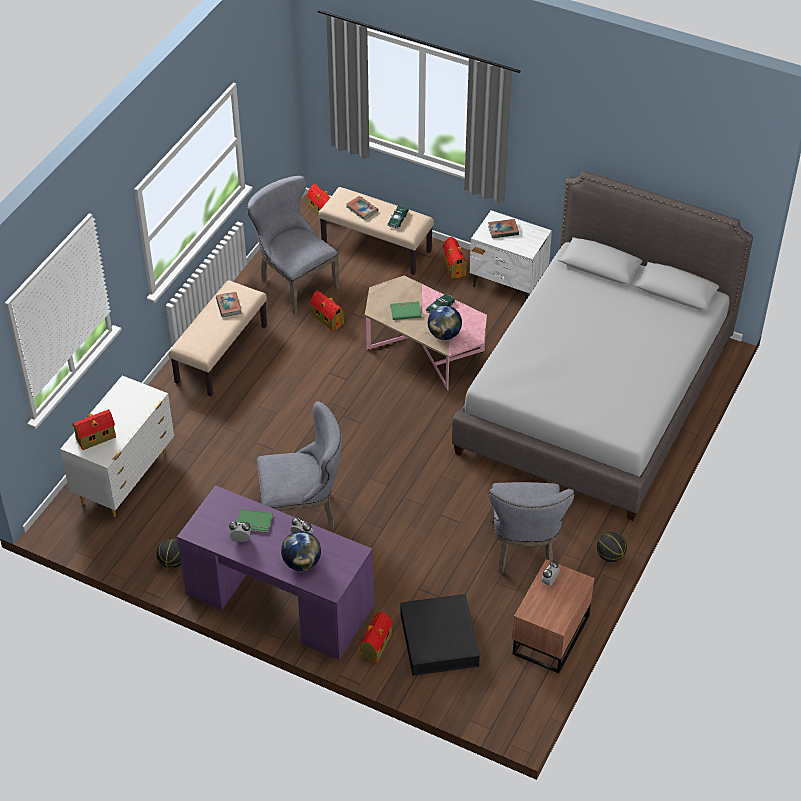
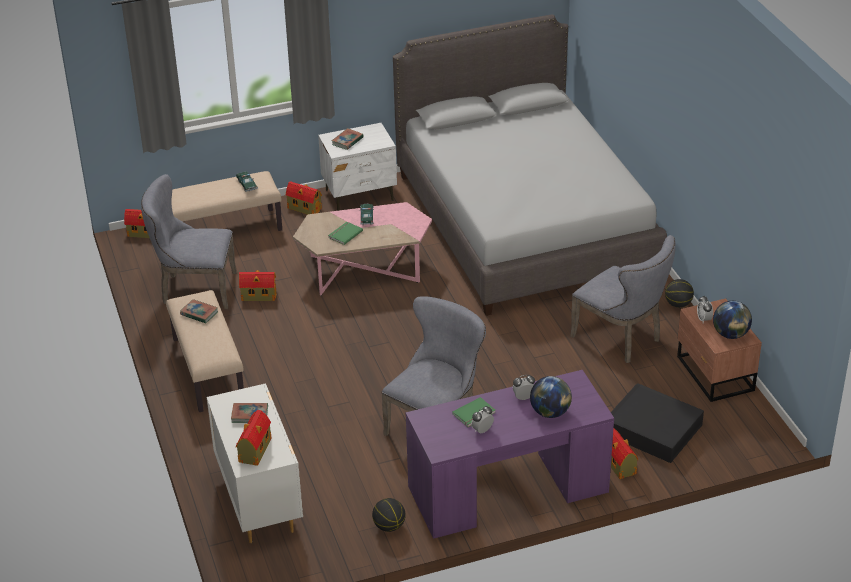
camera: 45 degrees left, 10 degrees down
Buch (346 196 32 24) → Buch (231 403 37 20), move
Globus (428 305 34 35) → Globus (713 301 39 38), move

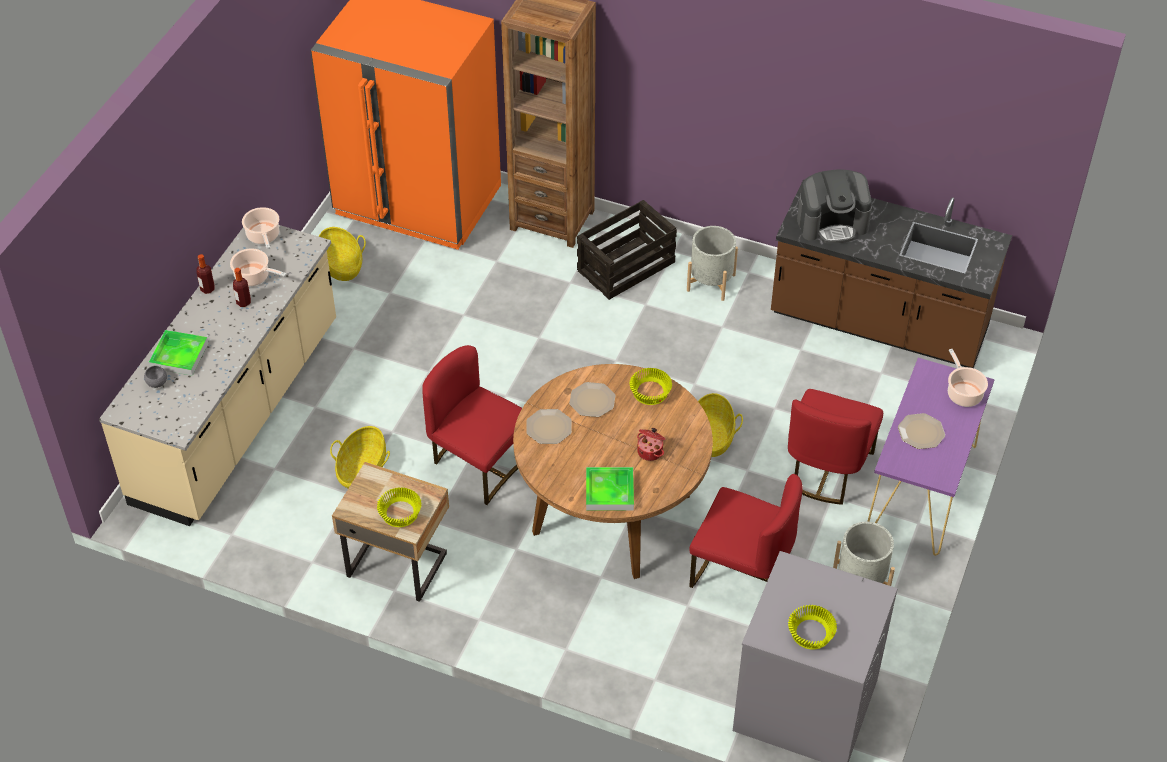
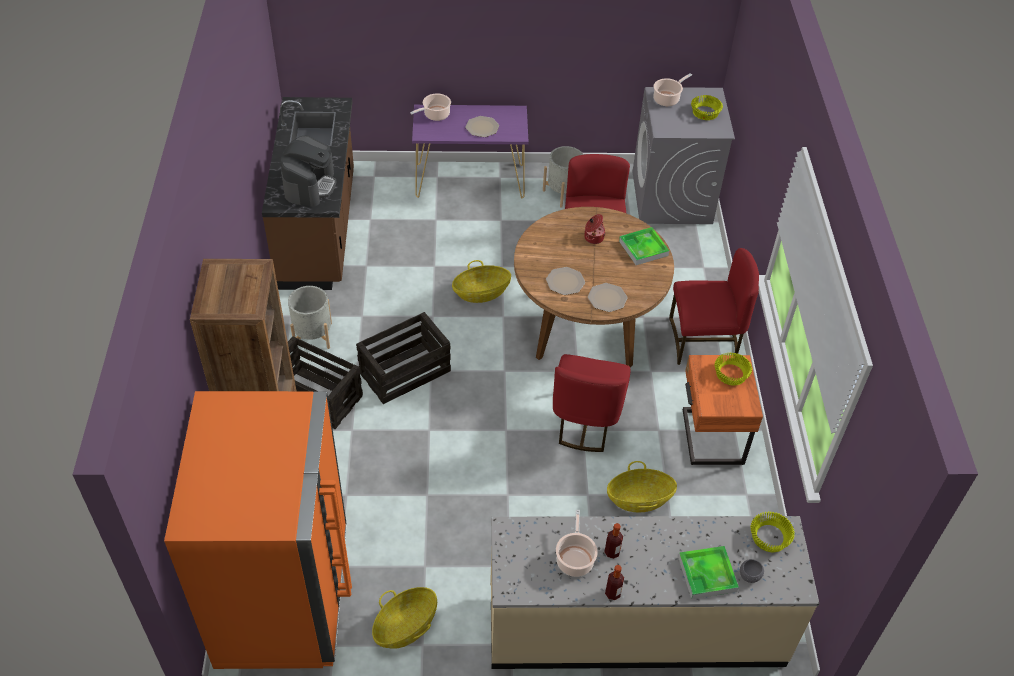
camera: 115 degrees left, 0 degrees up
Kaffeemaschine (797 170 75 74) → Kaffeemaschine (280 136 56 71), 45 degrees clockwise
Kochtopf (242 207 38 42) → Kochtopf (653 73 39 33), move
Schüssel [gelb] (629 368 43 37) → Schüssel [gelb] (750 512 45 40), move
Stuhl [rot] (788 389 95 116) → Stuhl [rot] (669 248 90 117), move
Nachttisch [beige] (332 462 117 140) → Nachttisch [orange] (683 355 80 110)
- → Kiste (356 312 95 92)

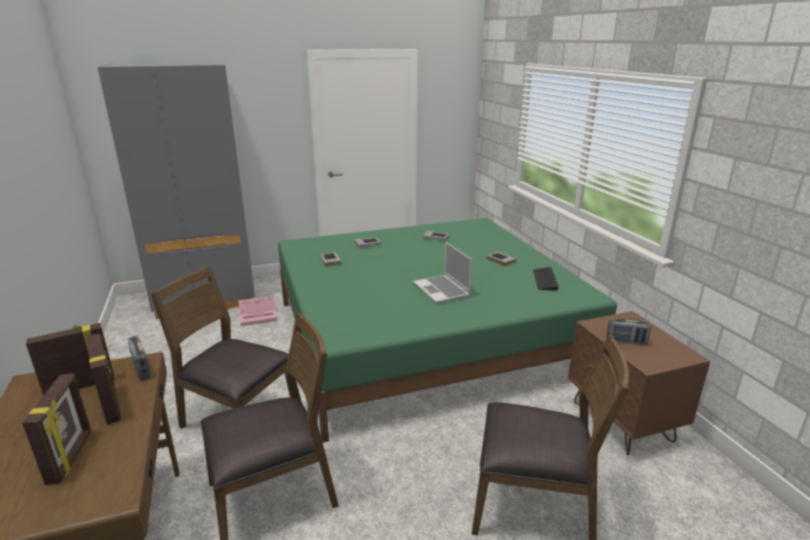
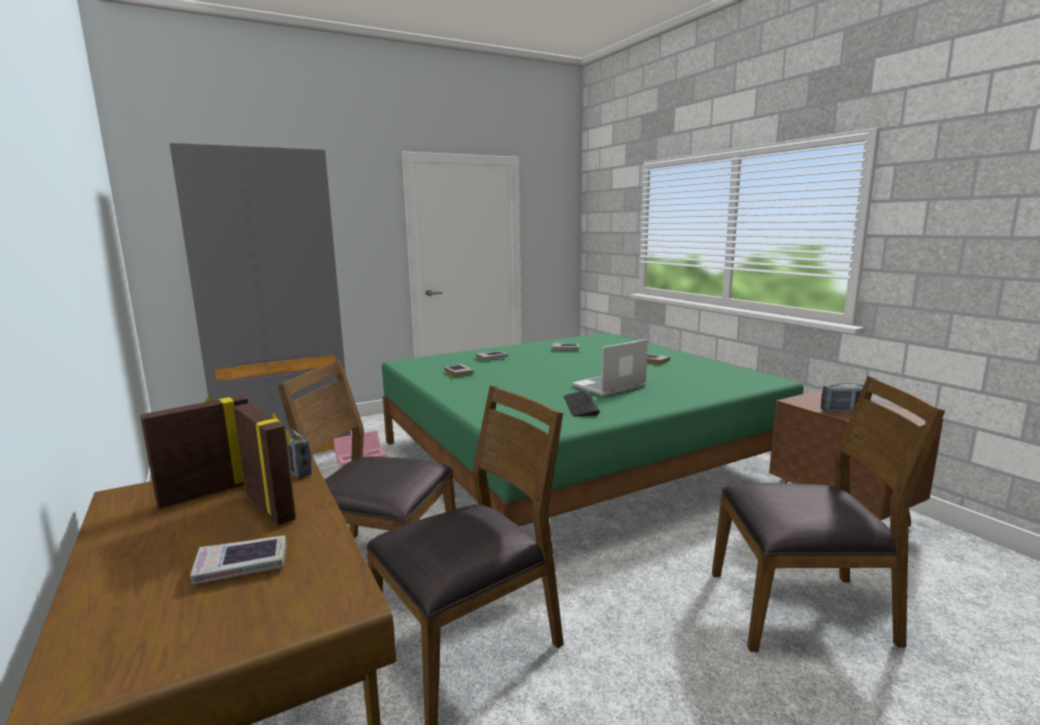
camera: 10 degrees left, 10 degrees down
Laptop (413 242 59 62) → Laptop (572 339 76 57), 90 degrees clockwise
Tastatur (533 267 26 24) → Tastatur (563 390 37 27), move
Bilderrahmen (22 374 69 111) → Buch (190 535 96 50)

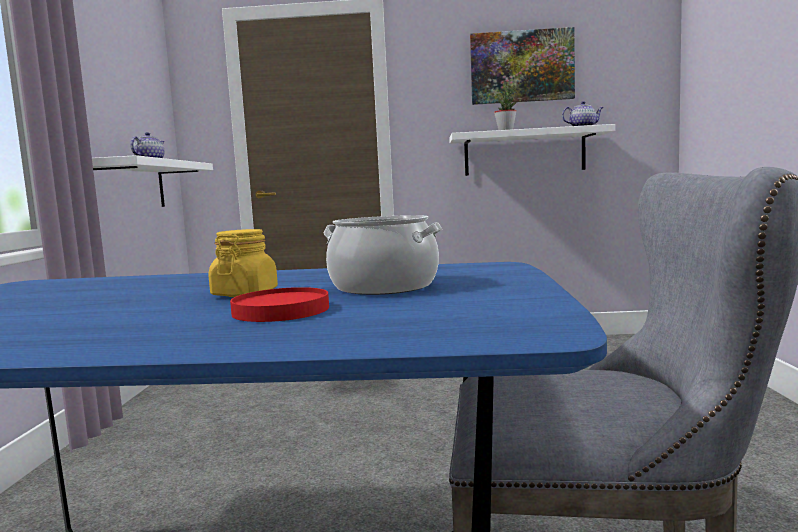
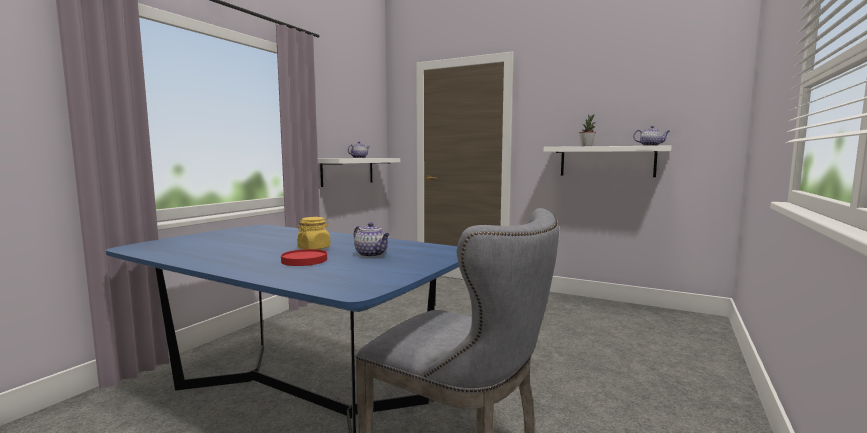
camera: 25 degrees right, 0 degrees up
Bild (470 27 105 78) → -
Kochtopf (324 215 118 80) → Teekanne (354 222 36 35)

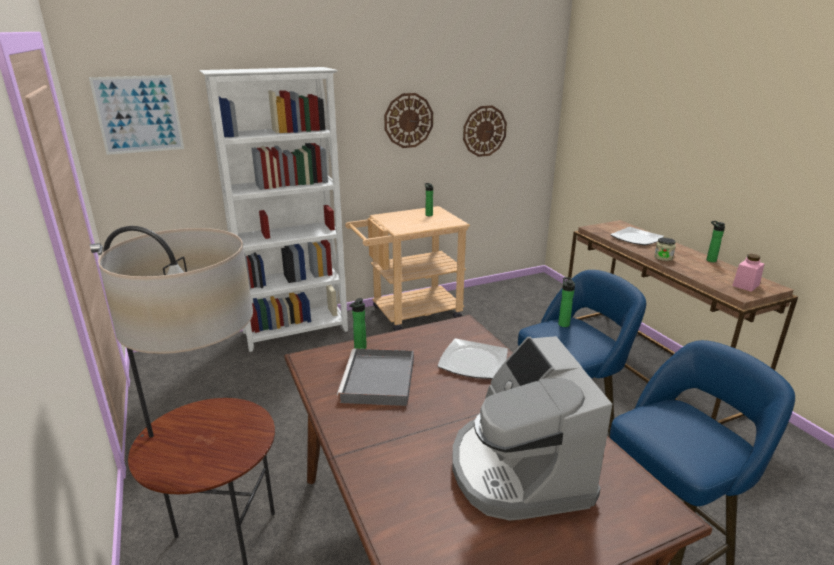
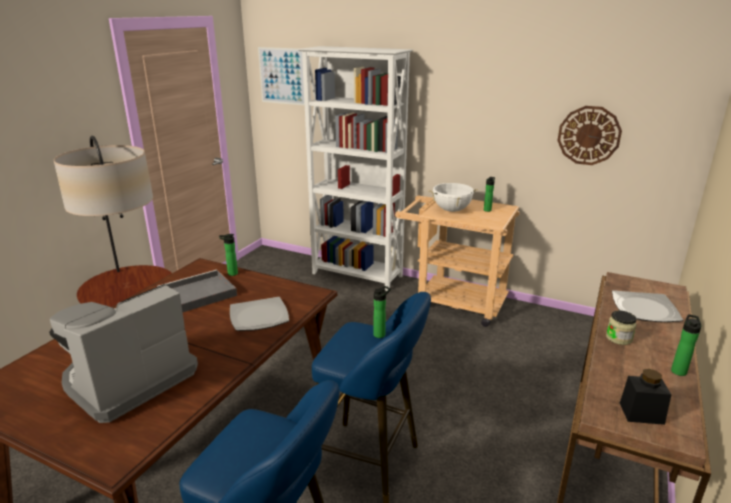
camera: 50 degrees right, 0 degrees up
Wanduhr (384 93 49 55) → -
Vorratsglas [rosa] (732 254 32 38) → Vorratsglas [schwarz] (620 369 51 56)
- → Kochtopf [weiß] (428 182 50 30)

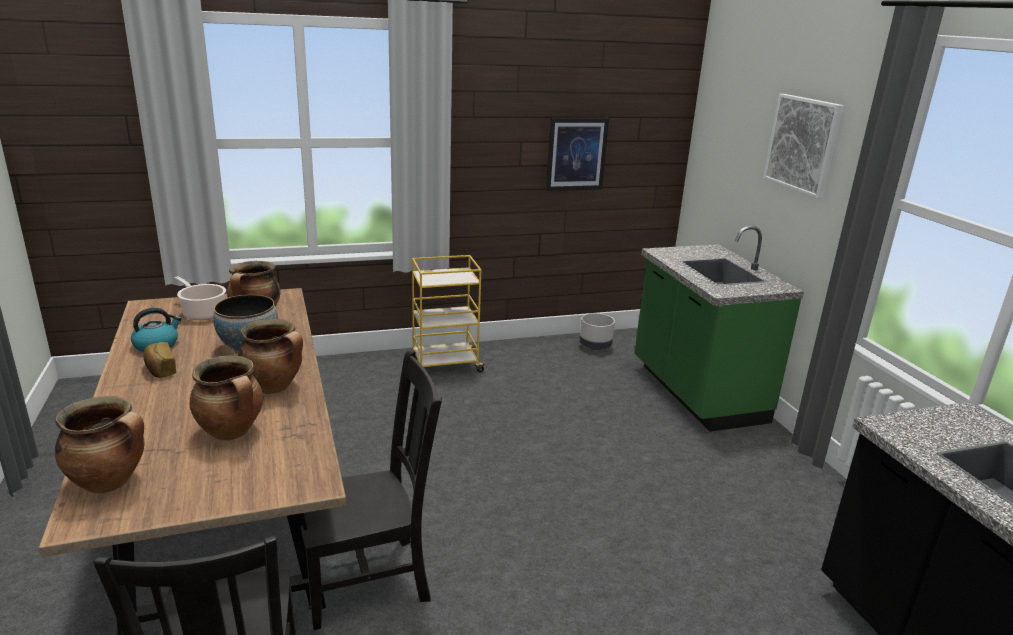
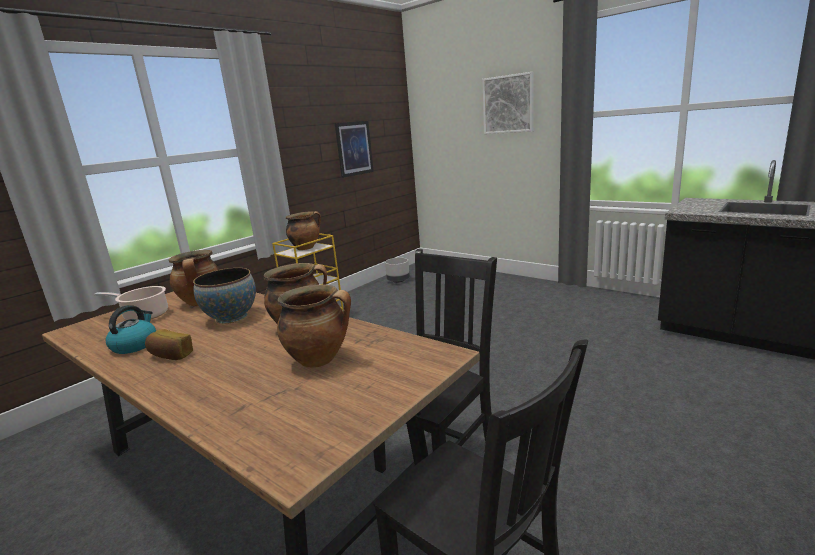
camera: 30 degrees left, 5 degrees down
Küchenzeile [grün] (635 226 169 206) → -
Kochtopf (55 396 89 97) → Kochtopf (286 211 35 39), move

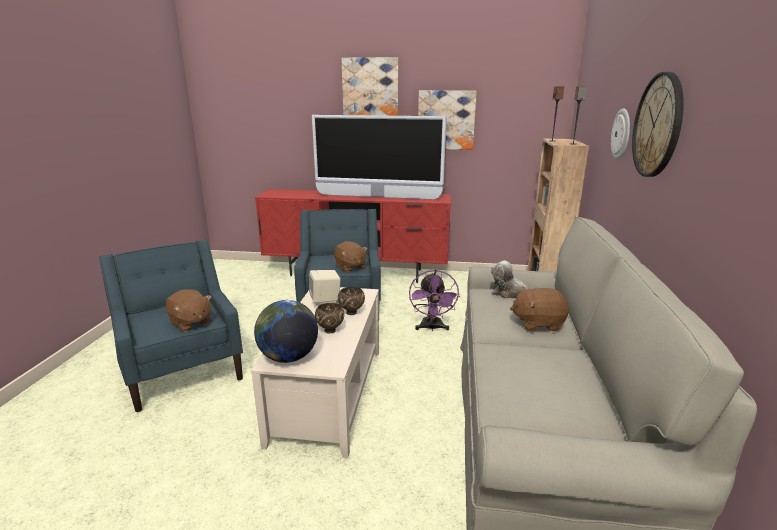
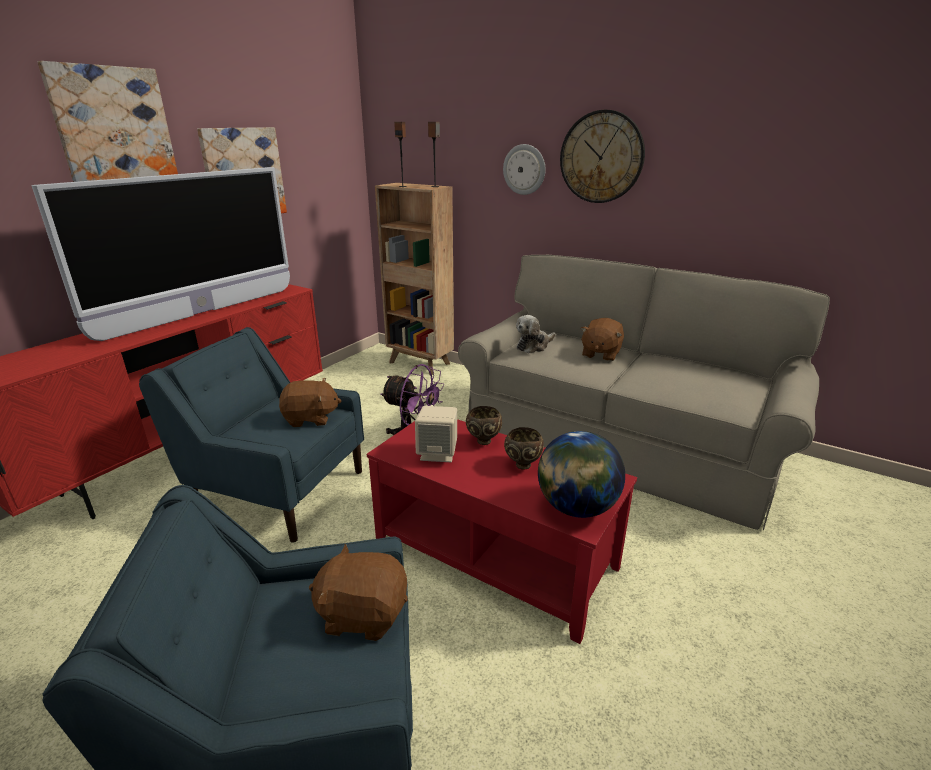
camera: 65 degrees left, 5 degrees up
Couchtisch [beige] (250 287 129 171) → Couchtisch [rot] (367 419 270 225)
Plüschtier [braun] (166 289 46 43) → Plüschtier [braun] (309 544 99 97), 150 degrees counterclockwise

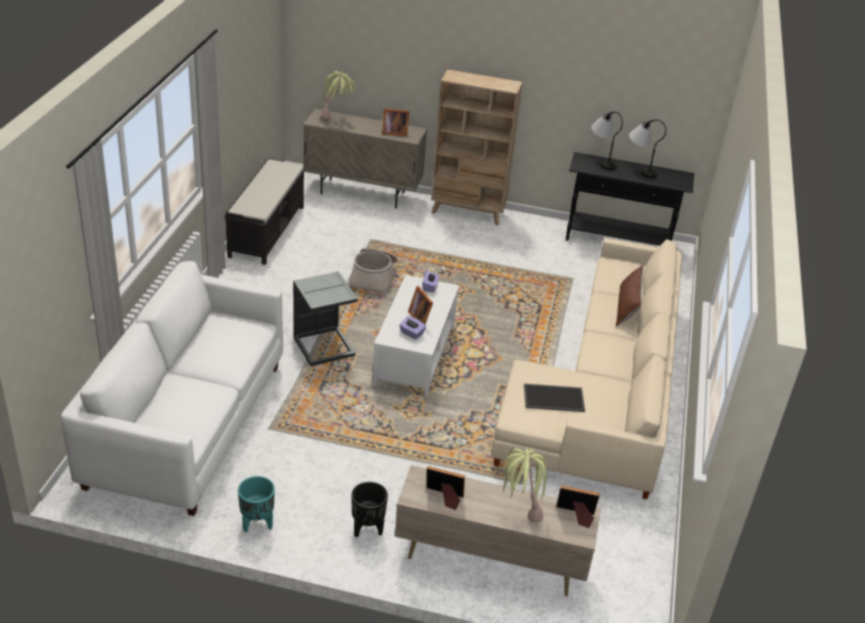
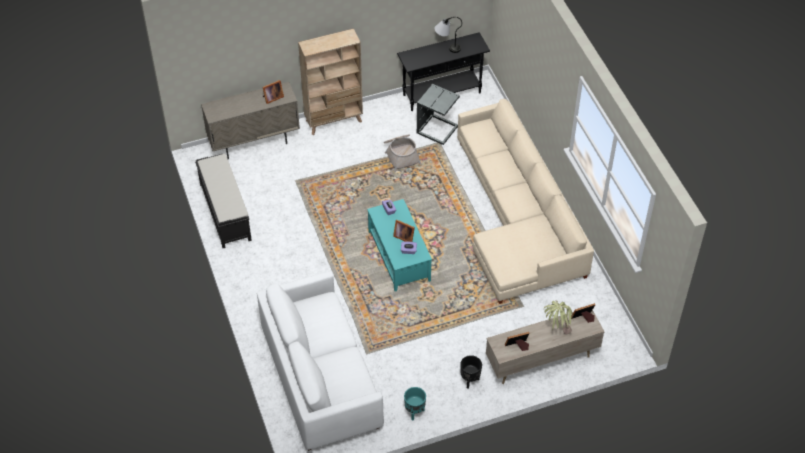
camera: 30 degrees left, 15 degrees up
Topfpflanze (321 71 35 49) → -
Tischlampe (591 112 32 58) → -
Korb (349 248 49 49) → Korb (384 134 37 38), move
Kissen [braun] (616 265 28 62) → -
Beistelltisch [grau] (293 271 65 95) → Beistelltisch [grau] (417 84 43 61), move
Couchtisch [weiß] (372 275 87 122) → Couchtisch [türkis] (367 199 65 92)
Tablett (524 384 61 28) → -

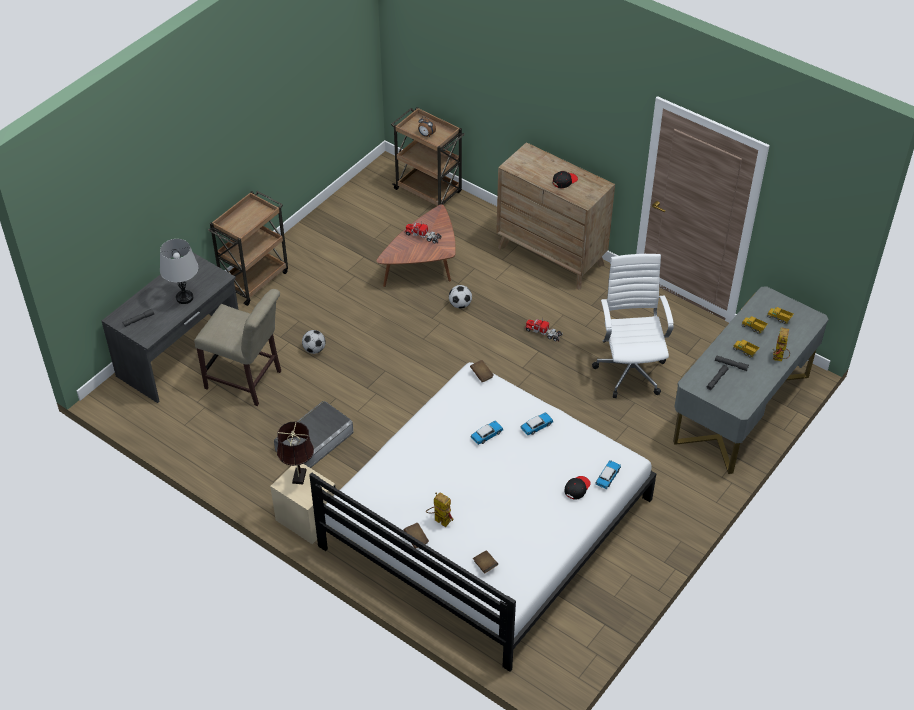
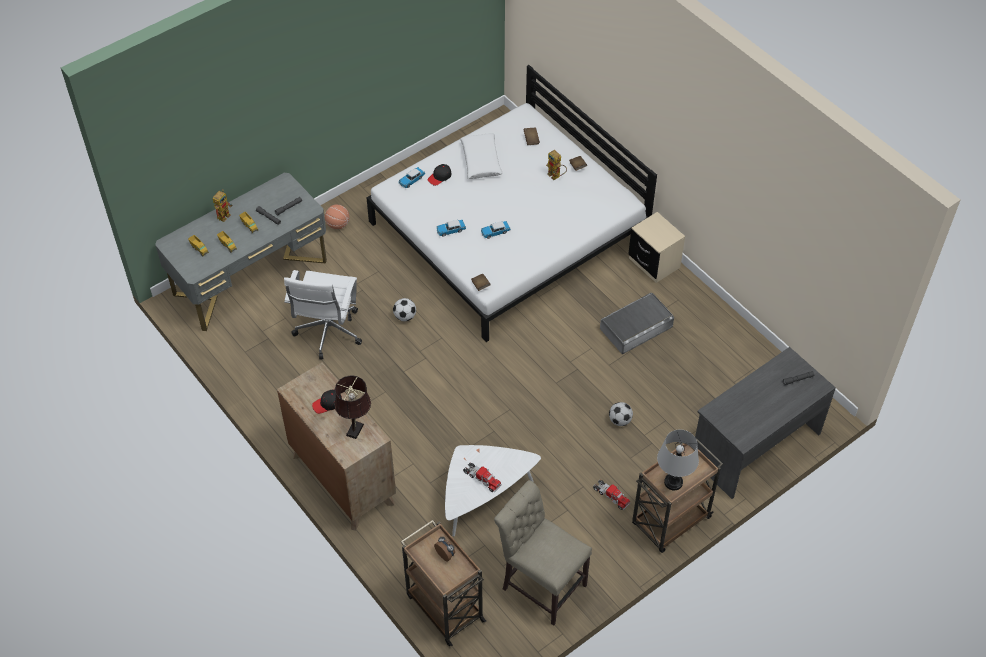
camera: 165 degrees left, 5 degrees up
Couchtisch [braun] (376 204 80 83) → Couchtisch [weiß] (445 445 96 91)
Tischlampe [grau] (160 239 38 65) → Tischlampe [grau] (657 430 42 60), move
Fußball (449 285 23 24) → Fußball (393 298 23 23), move
Stuhl [beige] (194 289 87 117) → Stuhl [beige] (494 480 98 146), move
Spielzeuglaster (525 318 37 23) → Spielzeuglaster (593 480 38 30), move
Tischlampe [braun] (277 422 37 63) → Tischlampe [braun] (334 375 37 64), move
- → Kissen [weiß] (460 133 42 46)
- → Basketball (325 205 24 24)

